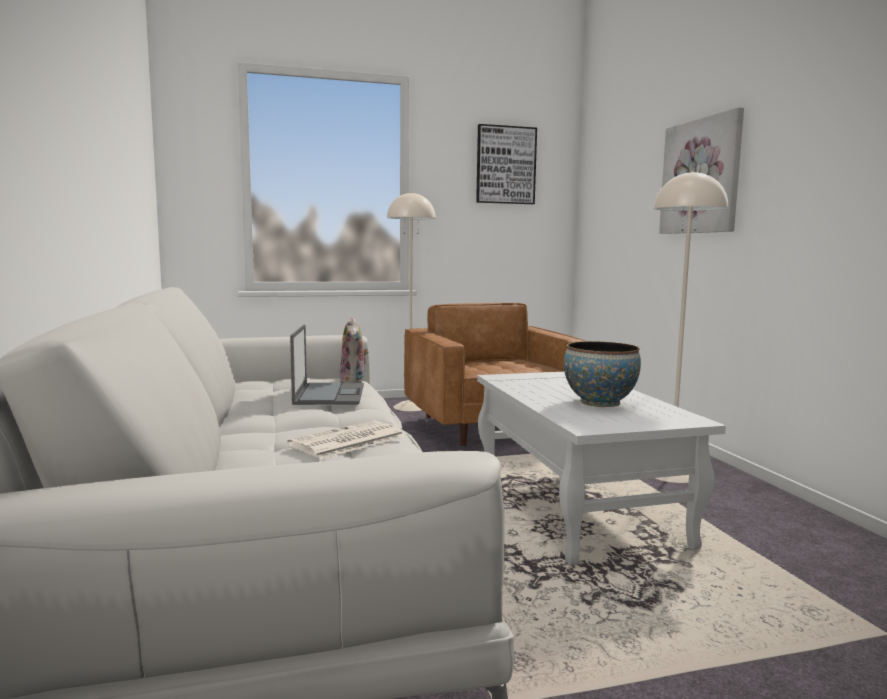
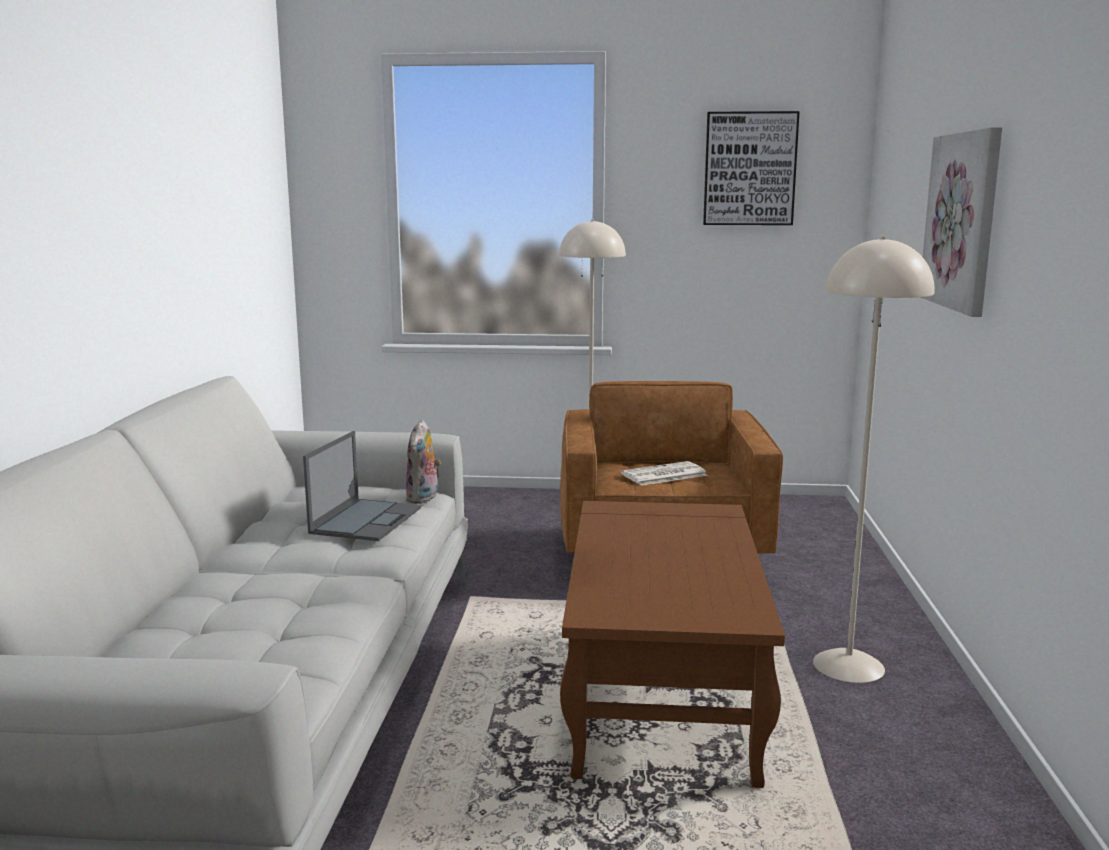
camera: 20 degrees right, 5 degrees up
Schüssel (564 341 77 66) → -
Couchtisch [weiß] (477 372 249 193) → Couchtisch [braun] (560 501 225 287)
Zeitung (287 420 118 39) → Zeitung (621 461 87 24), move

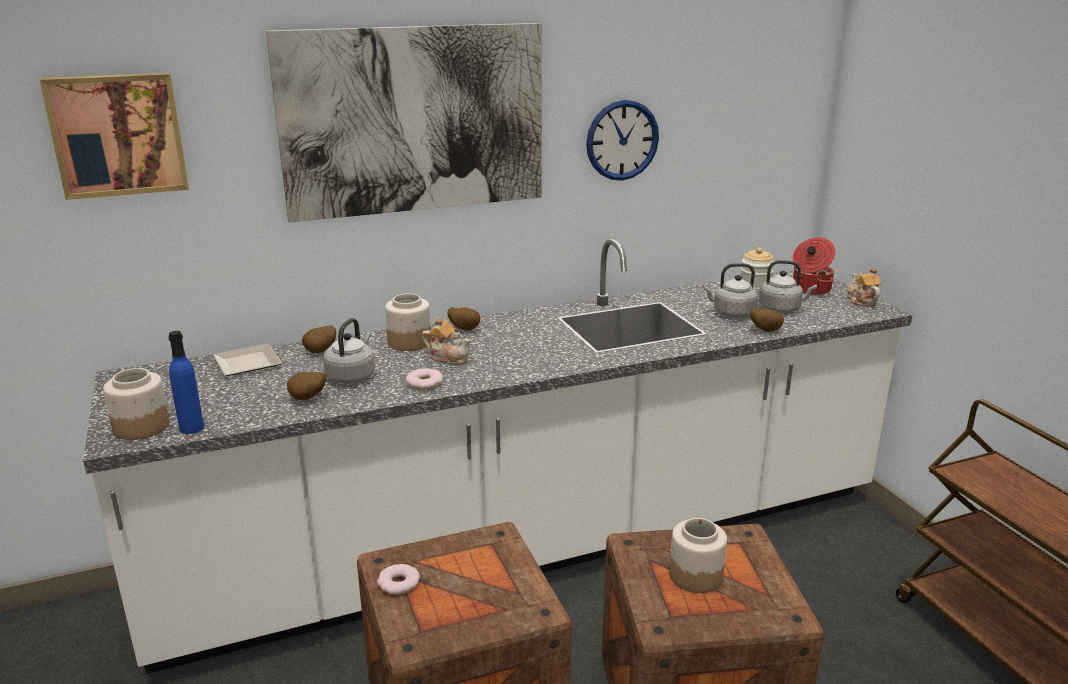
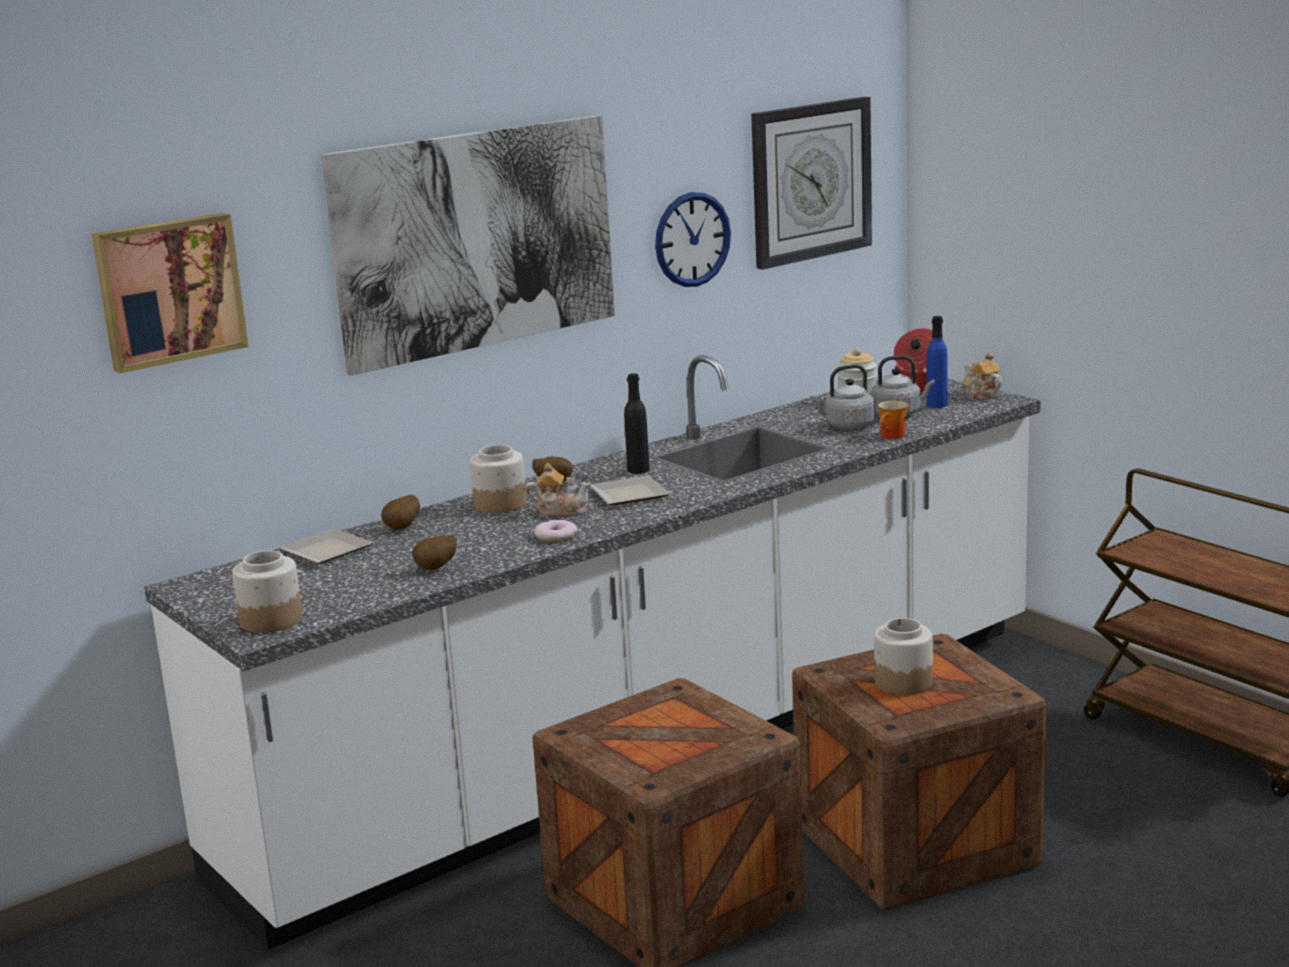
camera: 15 degrees left, 5 degrees down
Kartoffel (750 308 34 24) → Henkelbecher (878 401 30 37)
Wasserkessel [grau] (323 318 52 66) → -
Flasche [blau] (168 331 36 103) → Flasche [blau] (927 316 20 92), move
Donut (377 564 43 31) → -
- → Wanduhr (751 97 121 173)
- → Flasche [schwarz] (624 373 26 101)
- → Teller (590 475 80 30)

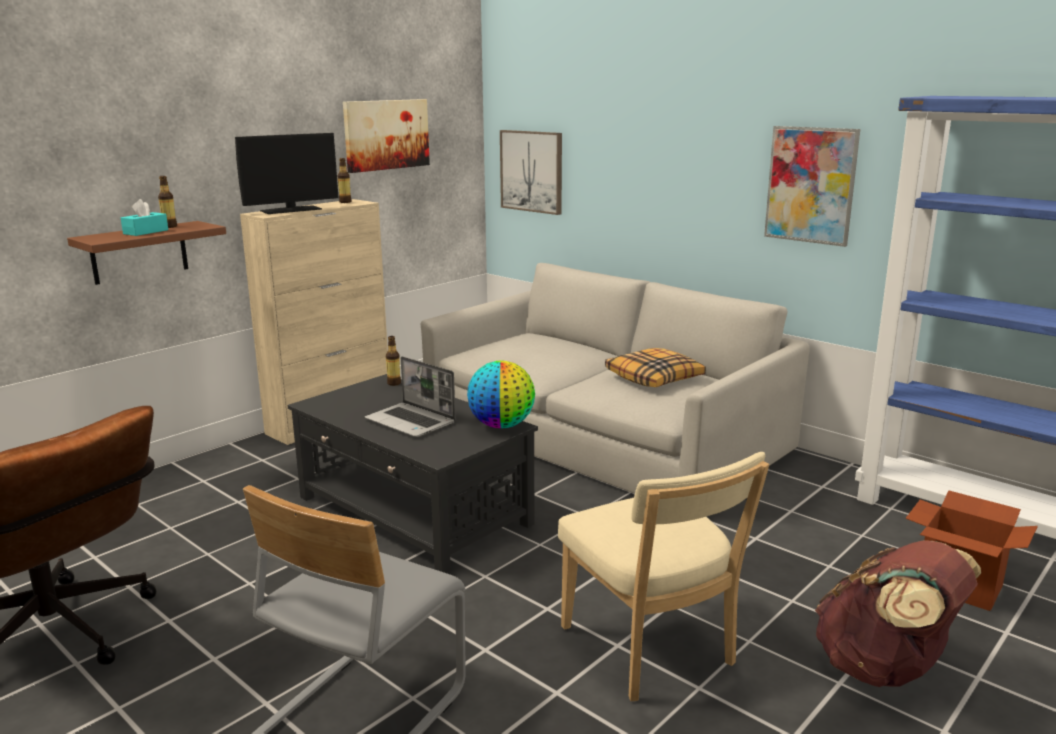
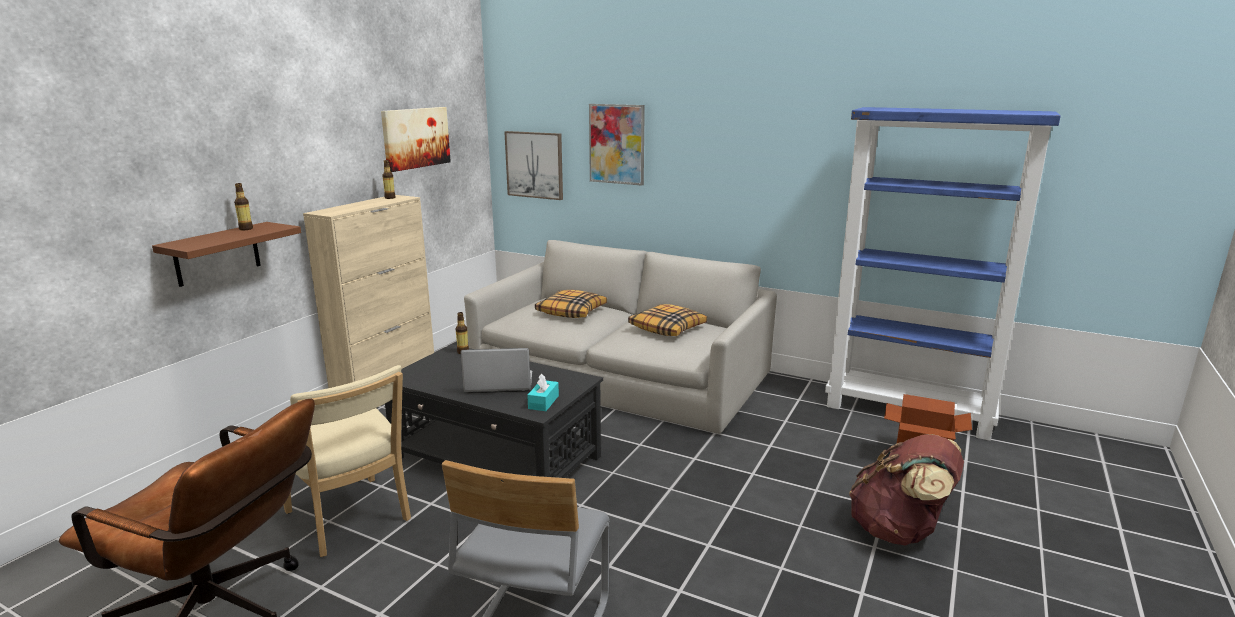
camera: 15 degrees left, 0 degrees up
Bild (764 126 96 121) → Bild (589 104 56 82), move
Monitor (235 133 104 81) → -
Taschentuchbox [türkis] (121 199 47 37) → Taschentuchbox [türkis] (527 374 32 37), move
Laptop (365 356 91 81) → Laptop (460 348 73 46), 150 degrees clockwise
Globus (467 360 68 68) → -
Stuhl [beige] (558 452 212 249) → Stuhl [beige] (284 365 127 192), move
- → Kissen (535 290 72 28)

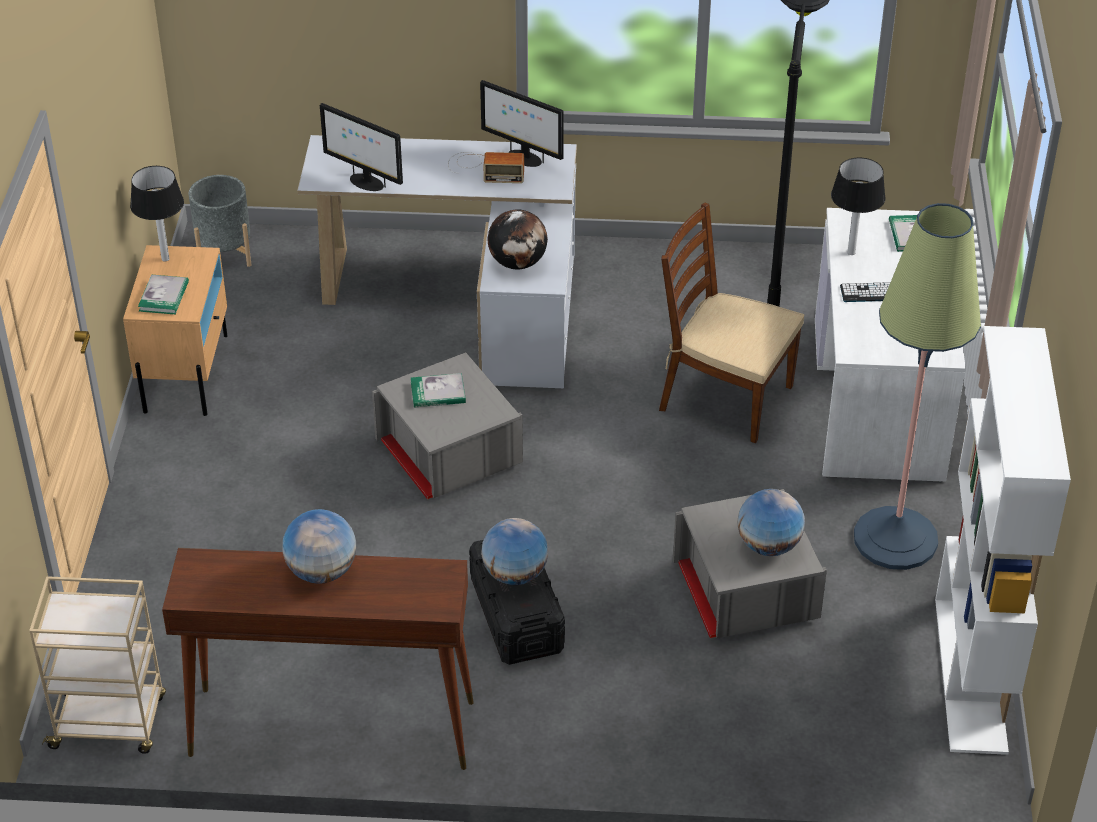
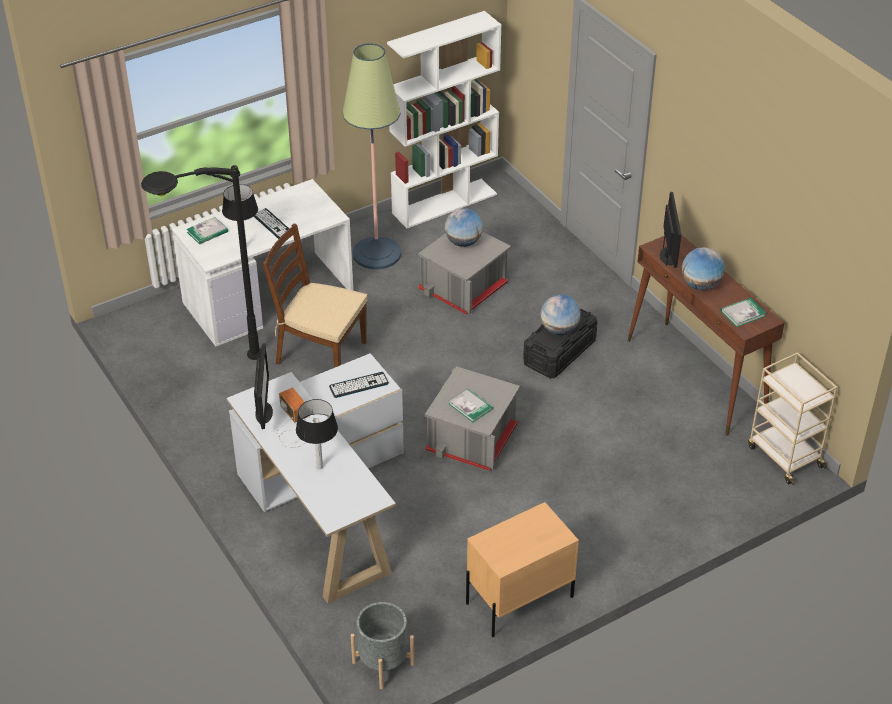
camera: 125 degrees left, 0 degrees up
Monitor (320 103 83 88) → Monitor (660 192 21 76), move
Tischlampe (130 166 54 95) → Tischlampe (296 399 42 70), move
Stuhl [braun] (659 202 146 241) → Stuhl [braun] (263 223 104 144), 120 degrees clockwise
Globus (488 209 60 61) → Tastatur (329 372 60 26)
Buch (138 275 51 39) → Buch (721 298 46 29), move

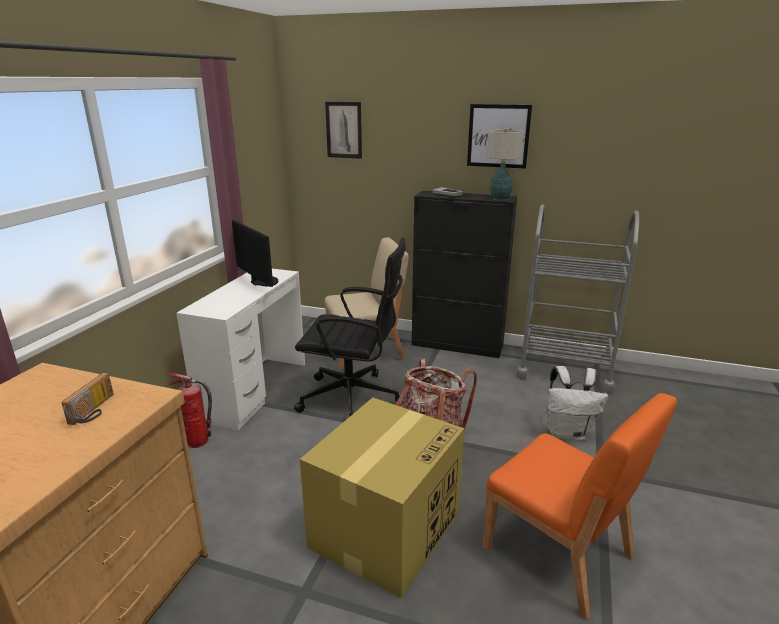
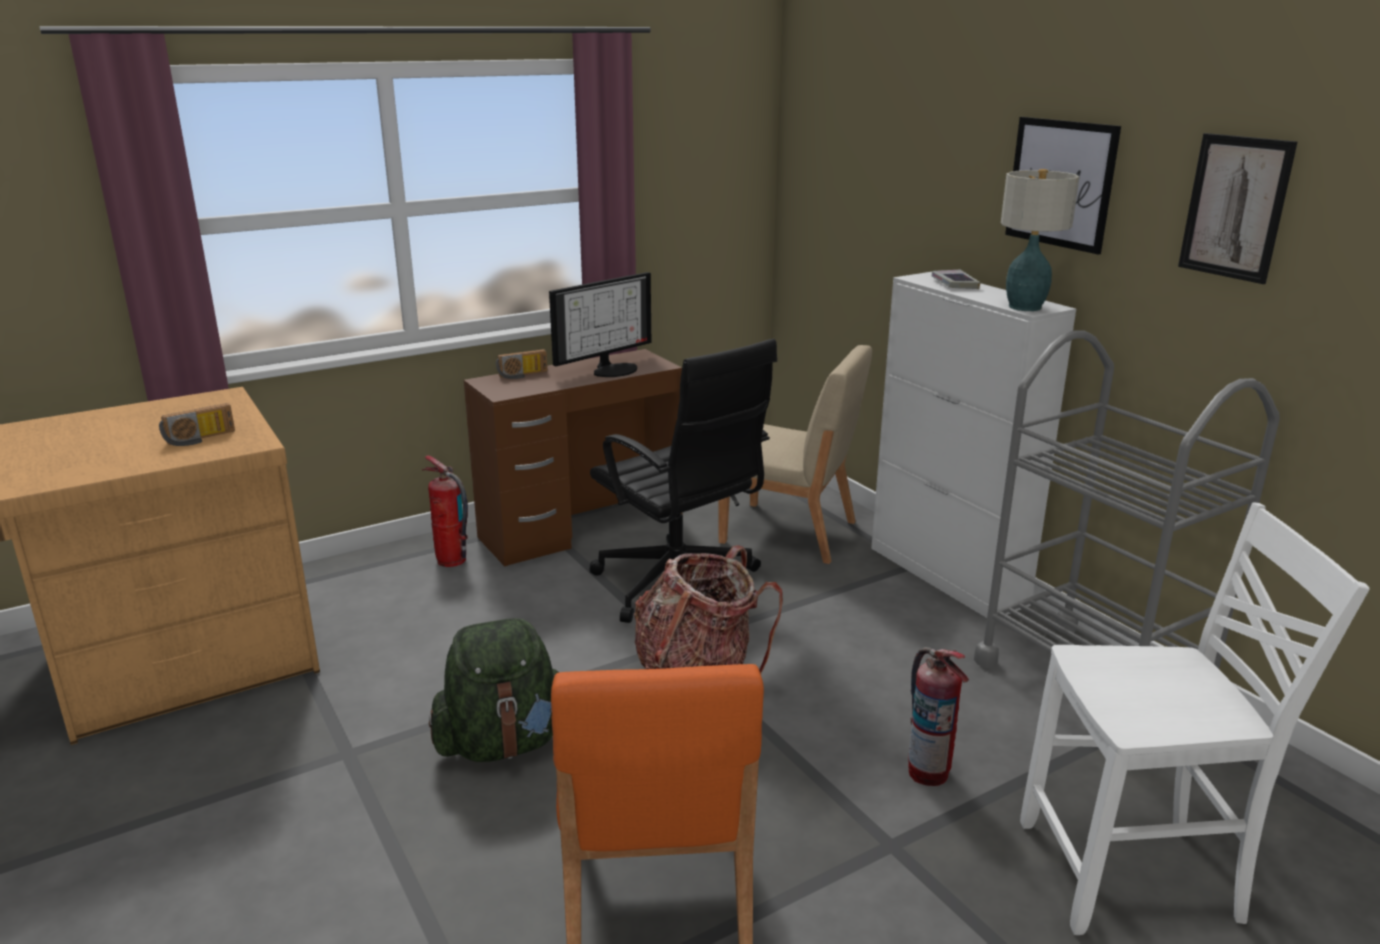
camera: 40 degrees right, 0 degrees up
Bild (325 102 37 57) → Bild (1178 133 119 151), move
Schrank [schwarz] (412 191 105 167) → Schrank [weiß] (871 272 205 346)
Monitor (232 220 46 67) → Monitor (549 272 102 105), 45 degrees clockwise
Schreibtisch [weiß] (176 269 129 162) → Schreibtisch [braun] (464 349 218 218)
Rucksack [weiß] (546 366 62 74) → Feuerlöscher (908 647 61 139)
Karton (300 397 164 201) → Rucksack [grün] (429 618 130 144)
- → Radio (496 349 51 30)
- → Stuhl [weiß] (1020 502 350 433)

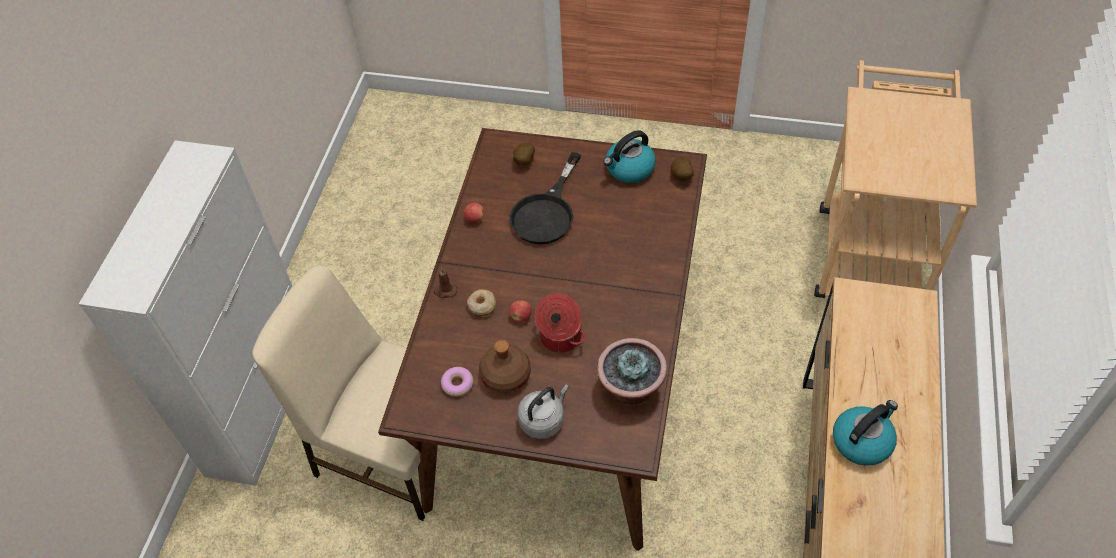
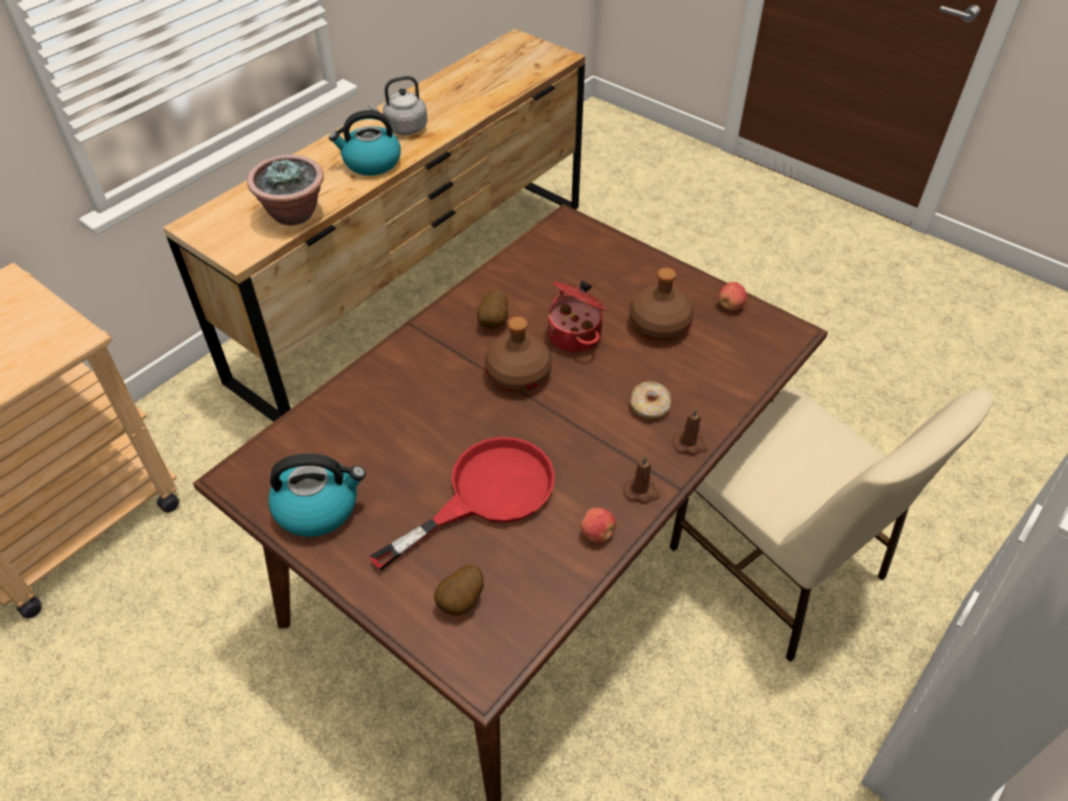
camera: 155 degrees left, 5 degrees down
Pfanne [schwarz] (509 152 72 92) → Pfanne [rot] (369 437 186 133)
Kartoffel (671 157 23 23) → Kartoffel (477 289 31 40), move
Apfel (509 301 23 21) → Apfel (718 282 29 28), move
Topfpflanze (597 338 70 66) → Topfpflanze (247 155 77 70), move
Donut (441 367 32 30) → -
Wasserkessel [grau] (518 385 51 54) → Wasserkessel [grau] (369 76 59 59), move
- → Flasche [braun] (485 316 67 76)
- → Kerze [braun] (623 455 37 48)

